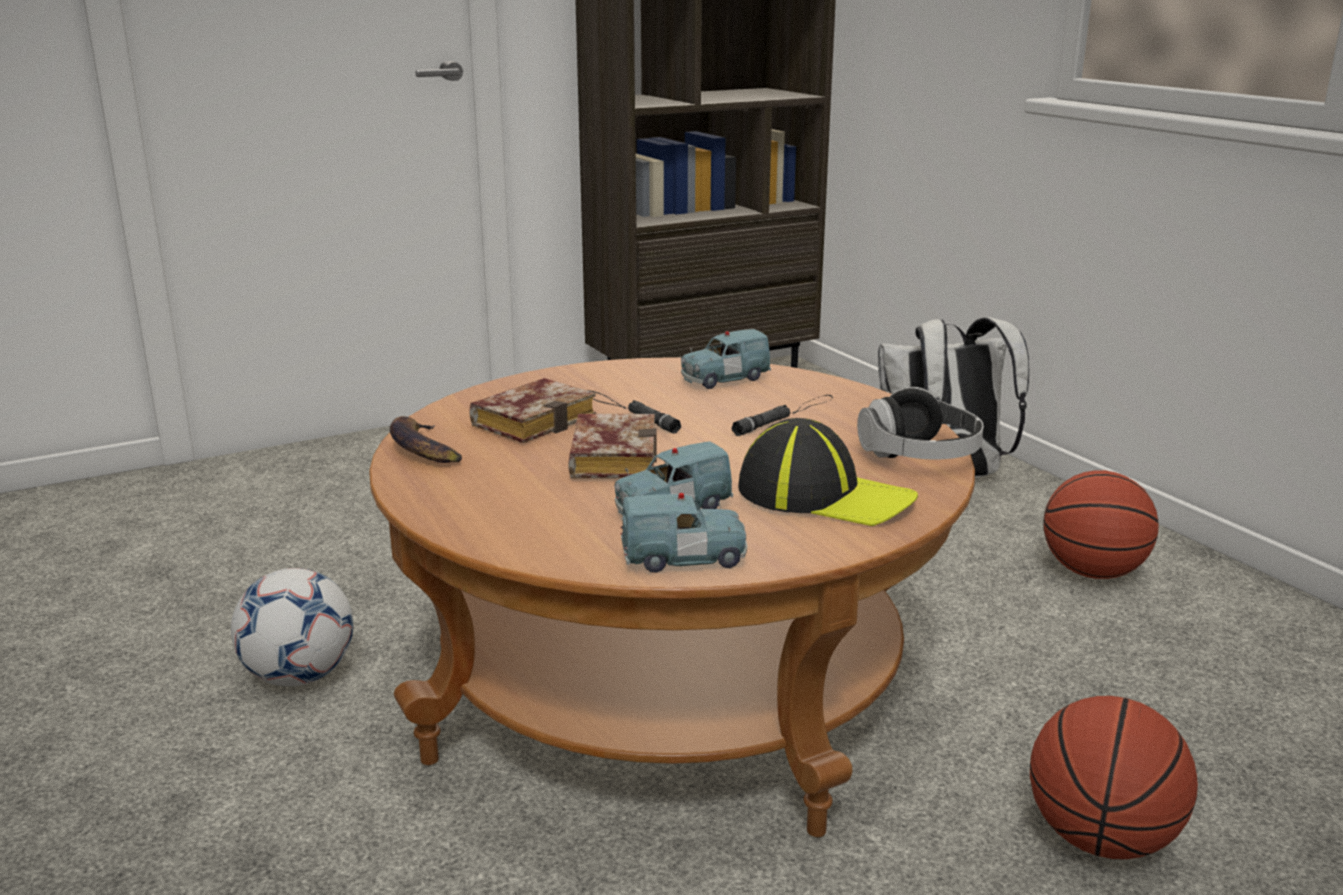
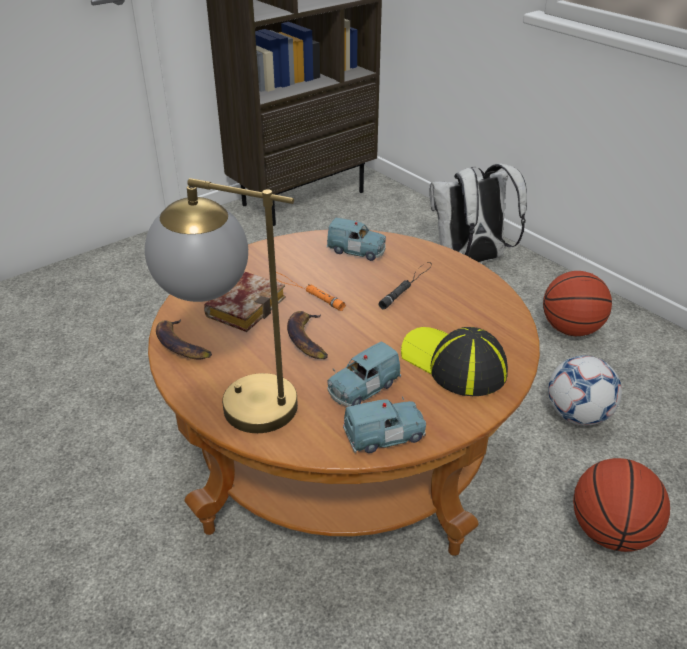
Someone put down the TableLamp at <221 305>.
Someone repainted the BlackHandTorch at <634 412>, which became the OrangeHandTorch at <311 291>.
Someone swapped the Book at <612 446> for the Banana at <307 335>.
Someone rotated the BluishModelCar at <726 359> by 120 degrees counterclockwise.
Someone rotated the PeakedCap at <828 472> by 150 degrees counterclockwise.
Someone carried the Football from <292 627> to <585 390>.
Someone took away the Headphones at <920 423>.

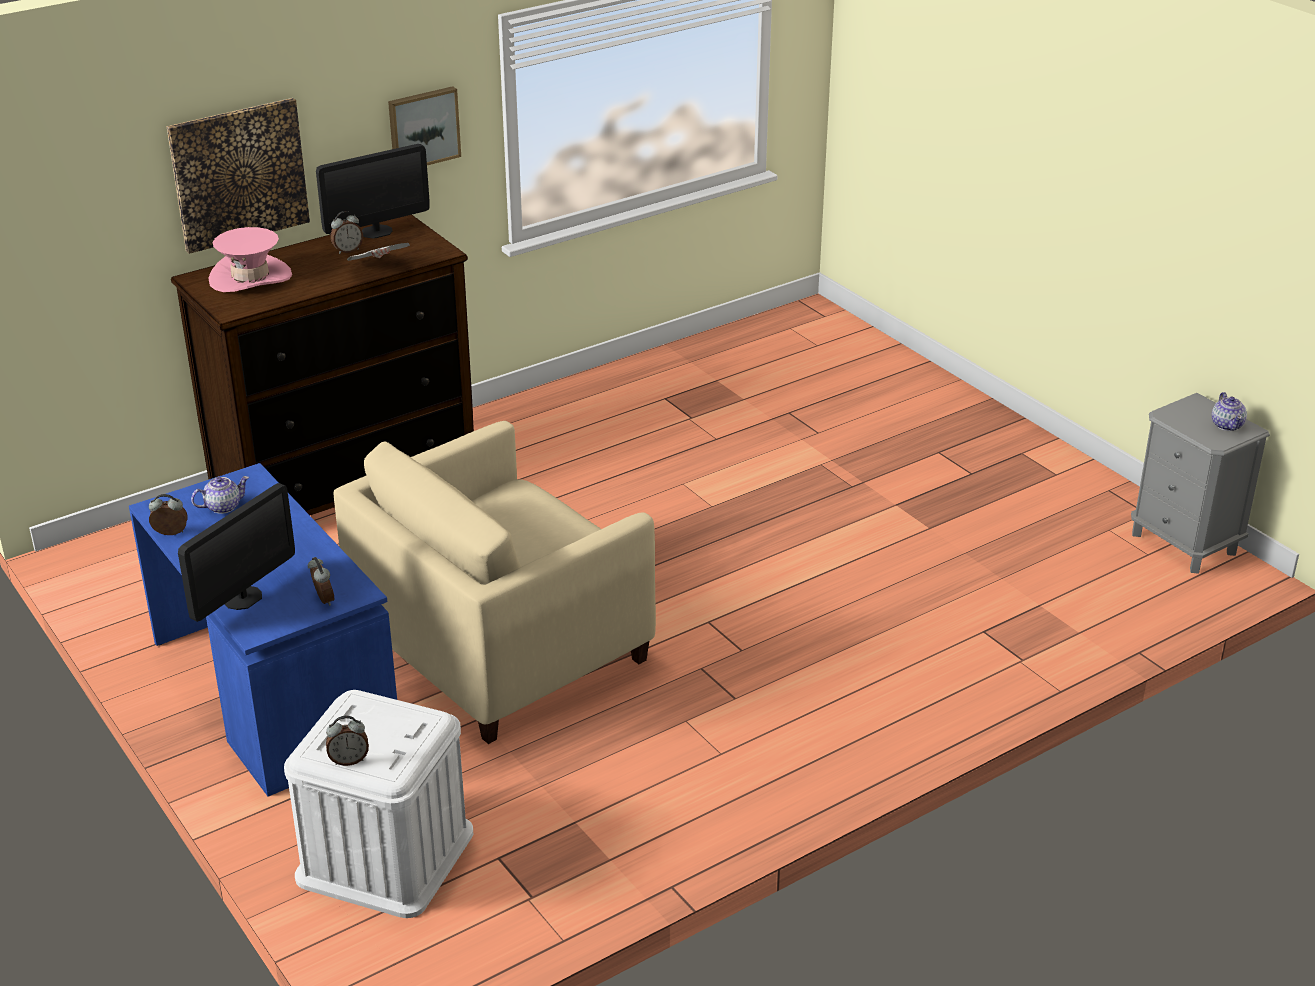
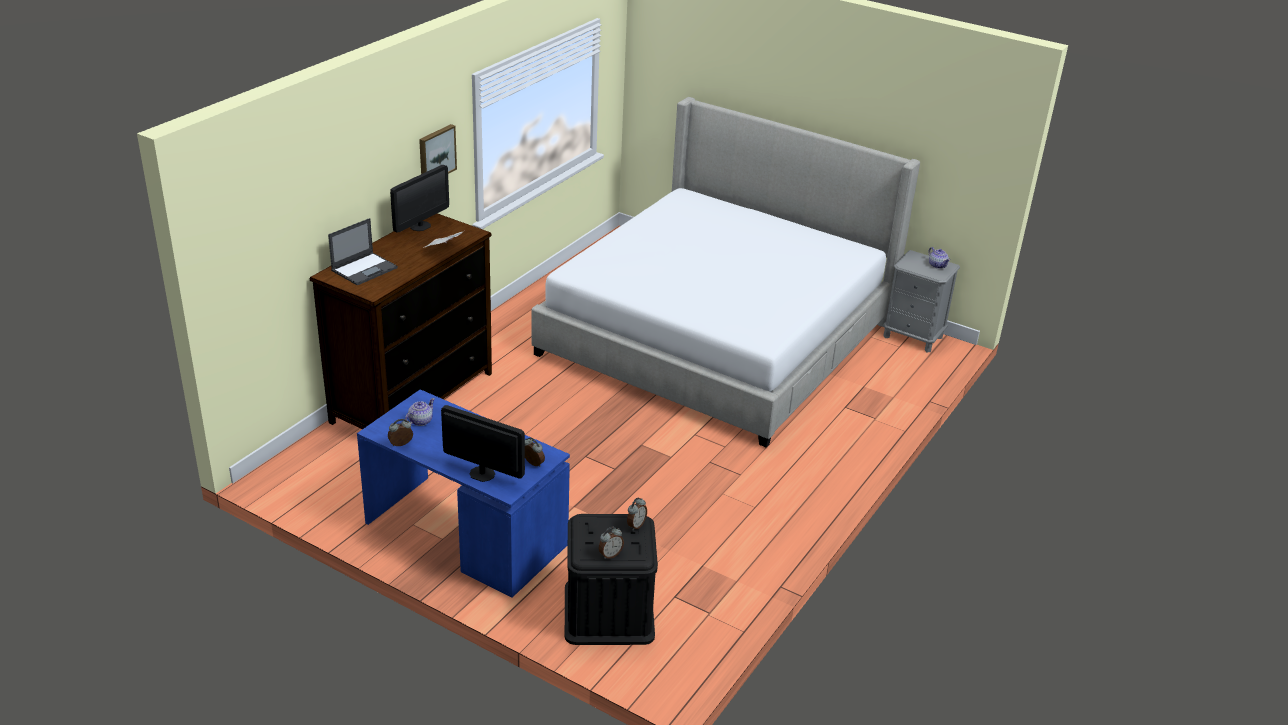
Someone swapped the PinkishHat at <250 259> for the Laptop at <363 251>.
Someone rotated the ComputerScreen at <236 552> by 75 degrees counterclockwise.
Someone put down the Bed at <725 272>.
Someone repainted the WhiteStorageBin at <378 804>, which became the BlackStorageBin at <611 579>.
Someone carried the AlarmClock from <346 232> to <637 514>.
Someone took away the WallArt at <238 176>.
Someone took away the BeigeColouredArmchair at <494 582>.

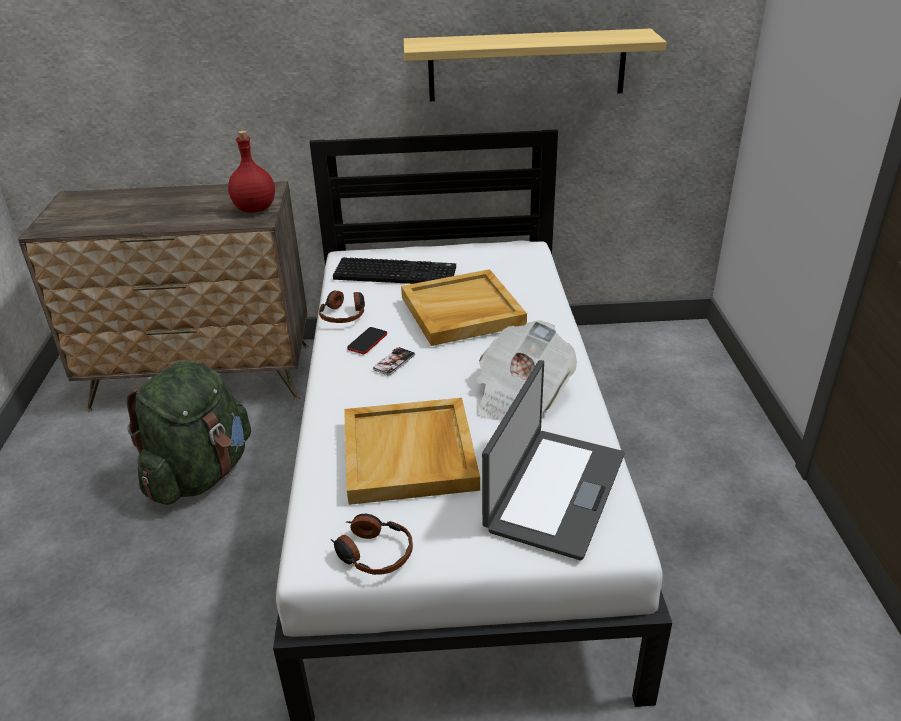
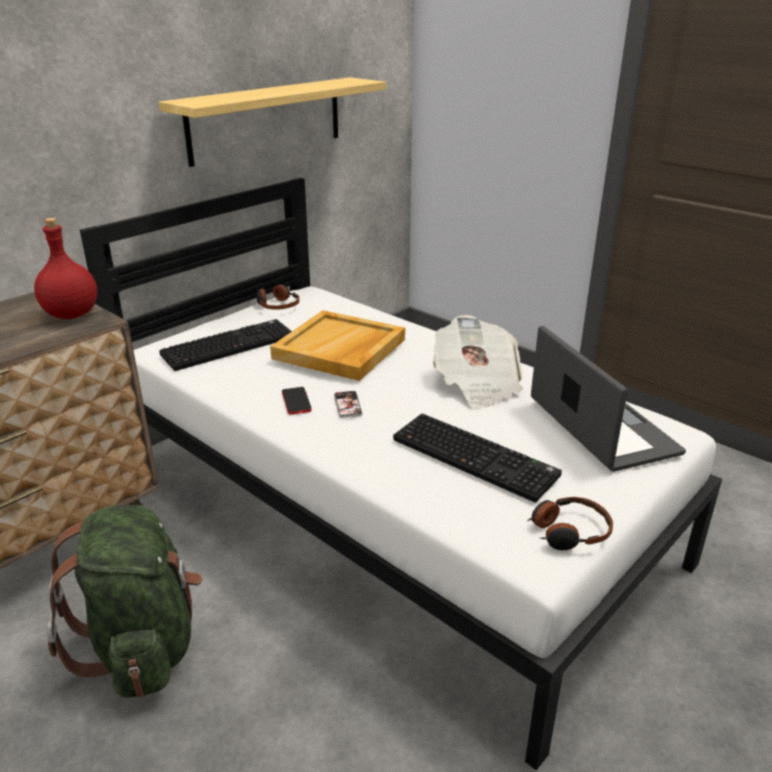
Someone carried the Headphones from <342 307> to <277 297>.
Someone swapped the BeigeColouredCarryingTray at <412 451> for the ComputerKeyboard at <477 458>.

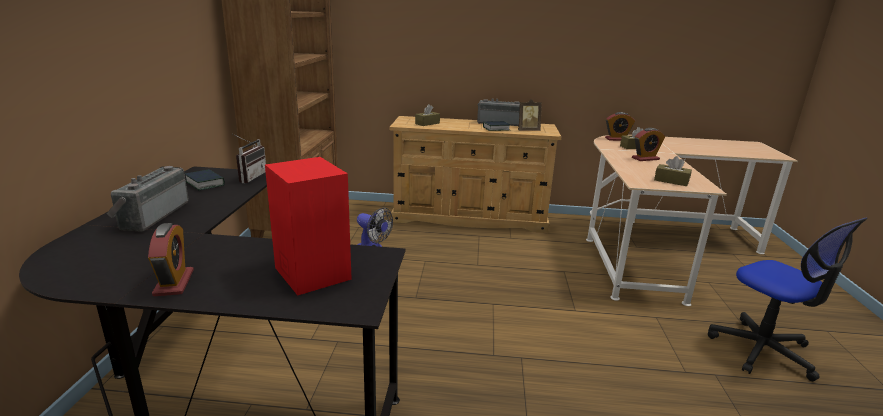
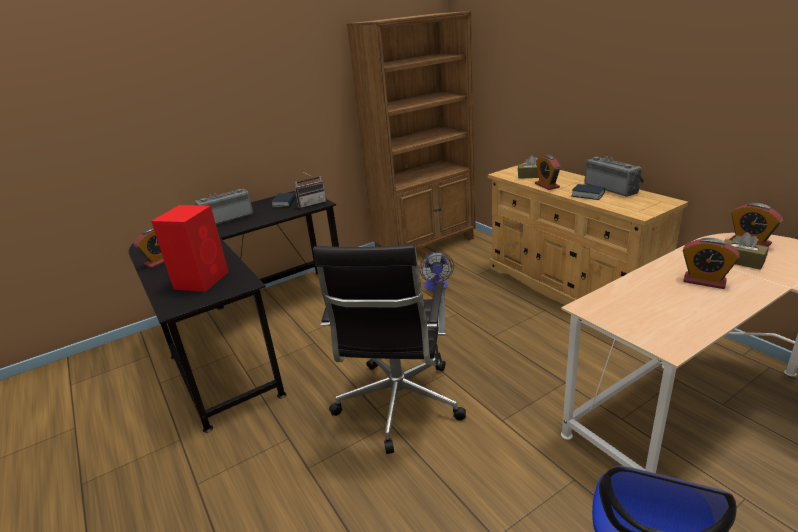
Someone put down the BlackComputerChair at <389 349>.
Someone put down the AlarmClock at <548 172>.
Someone took away the PictureFrame at <530 115>.
Someone took away the BrownColouredTissueHolder at <673 171>.

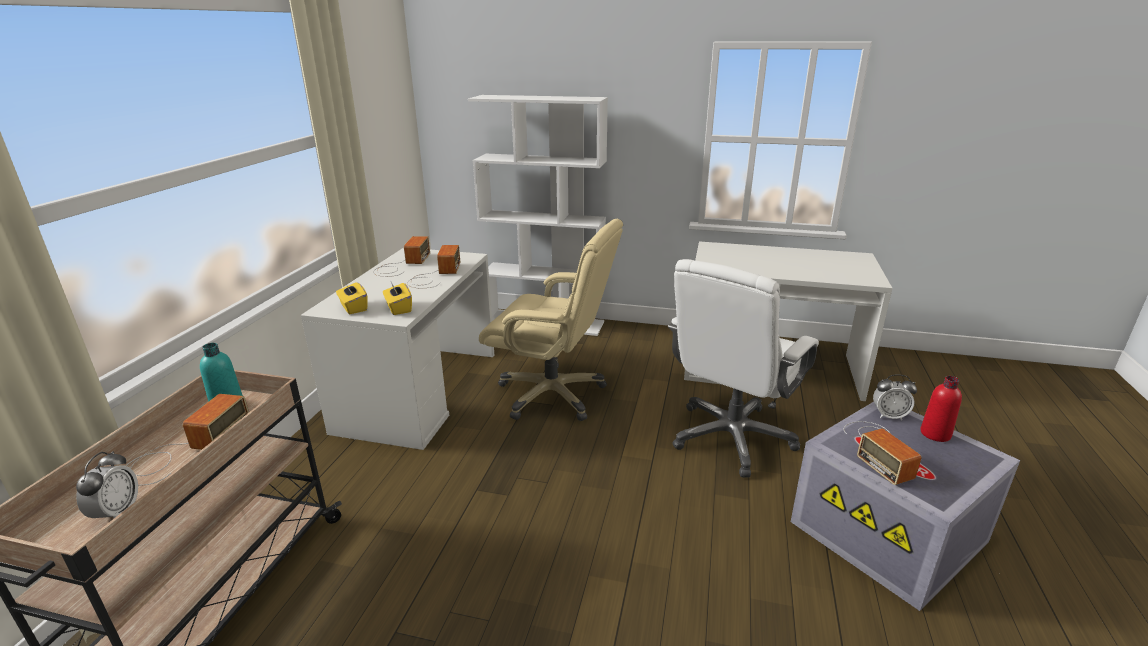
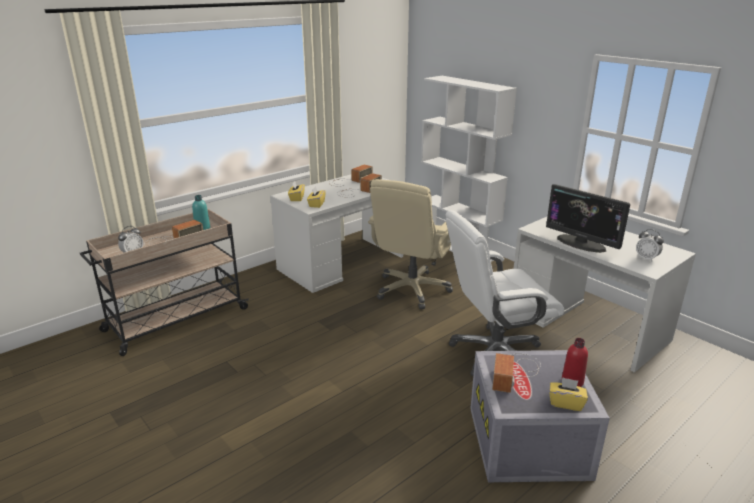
Someone rotated the BeigeColouredComputerChair at <551 320> by 60 degrees clockwise.
Someone put down the ComputerScreen at <588 218>.
Someone put down the YellowishTissueHolder at <568 394>.
Someone carried the AlarmClock from <895 397> to <650 245>.

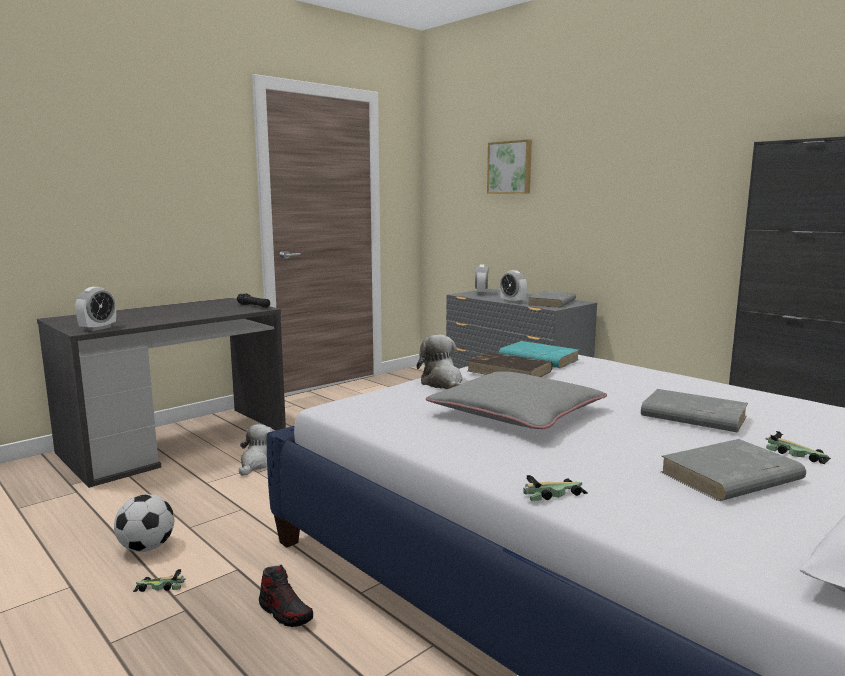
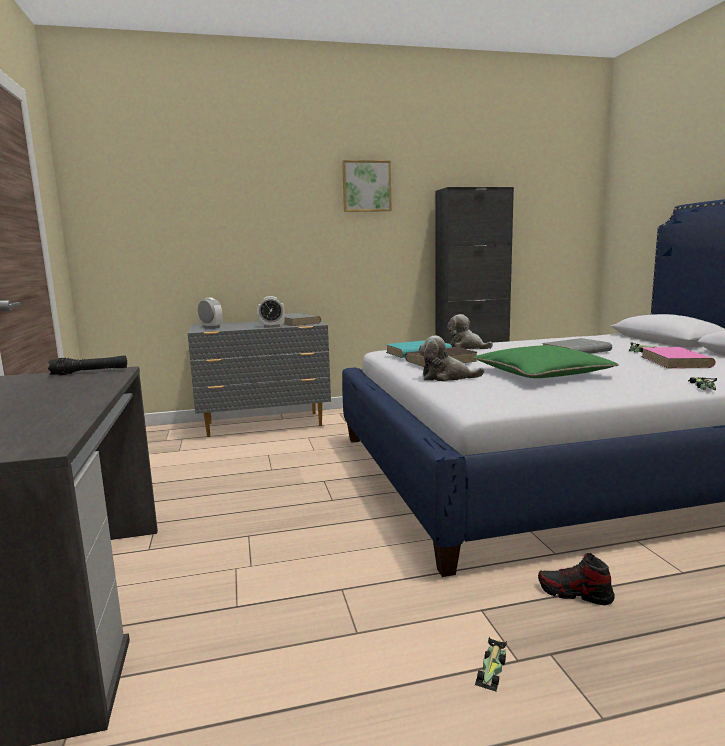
Someone carried the WallArt from <509 166> to <367 186>.
Someone carried the PlushToy from <256 450> to <470 331>.
Someone repainted the GreyishThrowPillow at <516 400>, which became the GreenColouredThrowPillow at <546 361>.
Someone rotated the ItemOfFootwear at <286 596> by 135 degrees counterclockwise.
Someone repainted the GreyishBook at <733 470>, which became the PinkishBook at <678 358>.
Someone took away the AlarmClock at <95 309>.
Someone took away the Football at <144 523>.

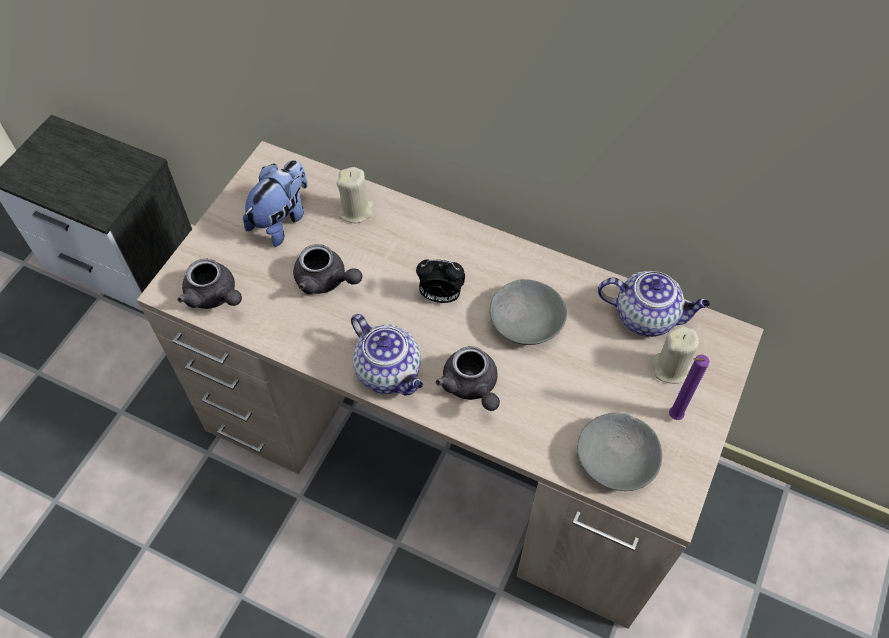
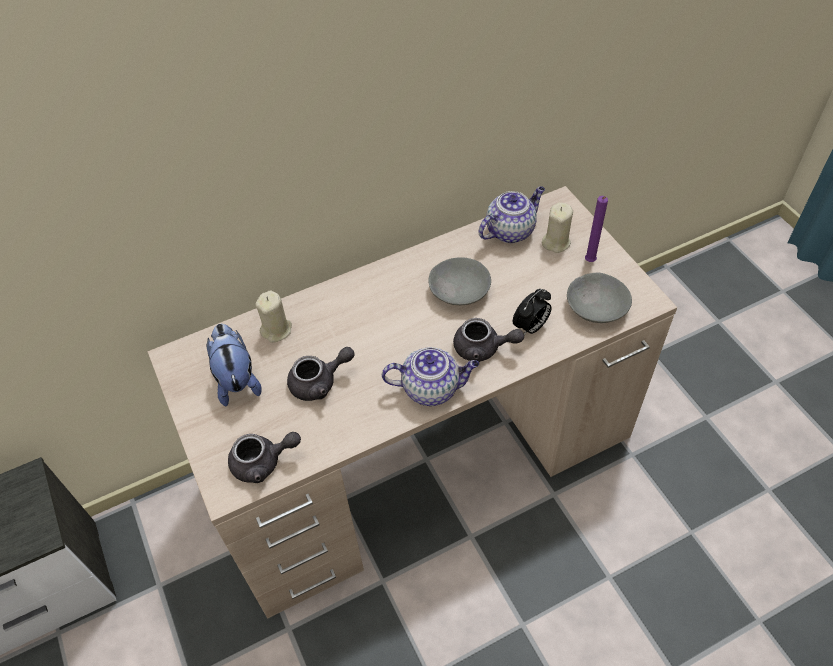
Someone carried the AlarmClock from <440 281> to <532 312>.

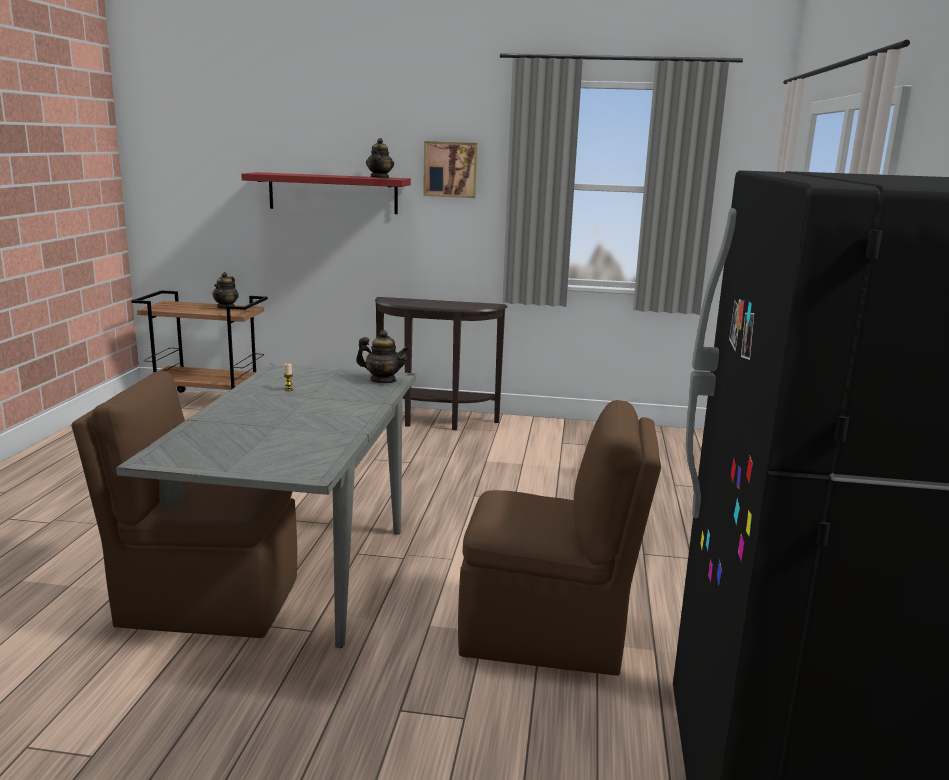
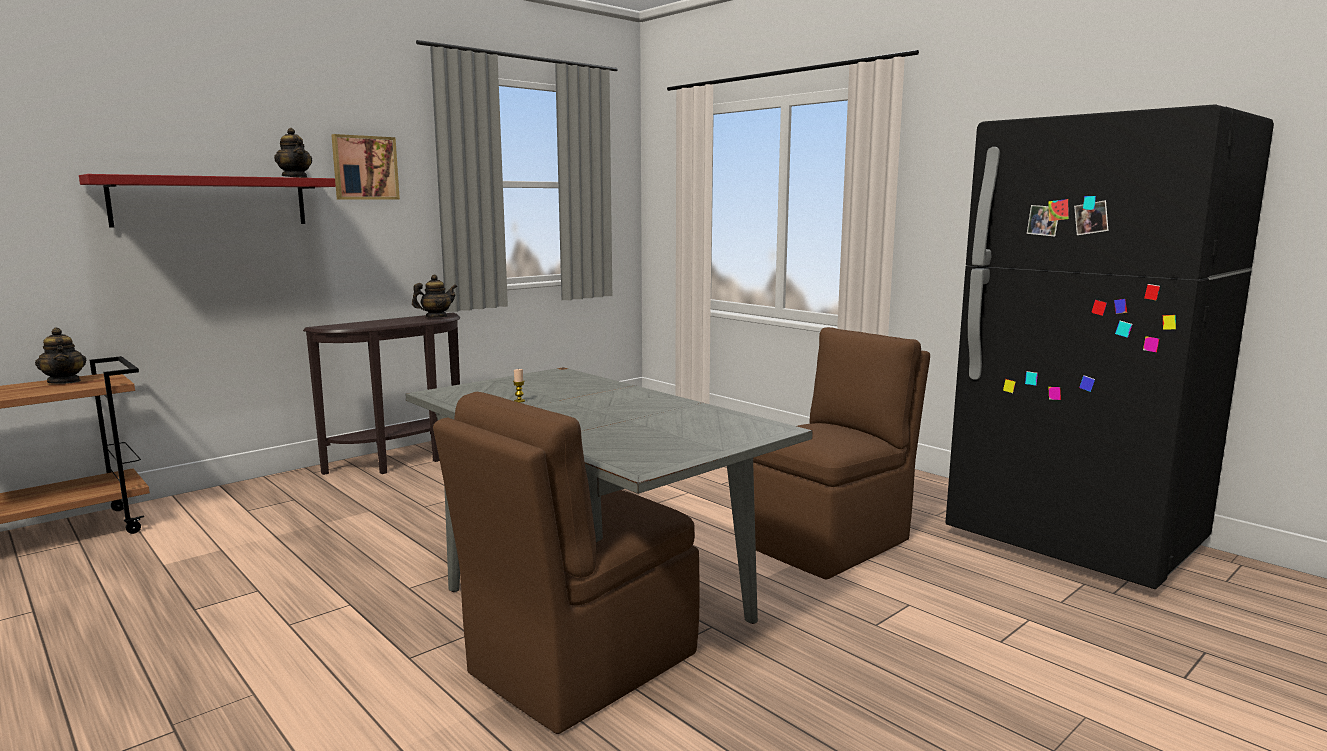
Someone carried the PotForTea from <383 356> to <434 296>.

